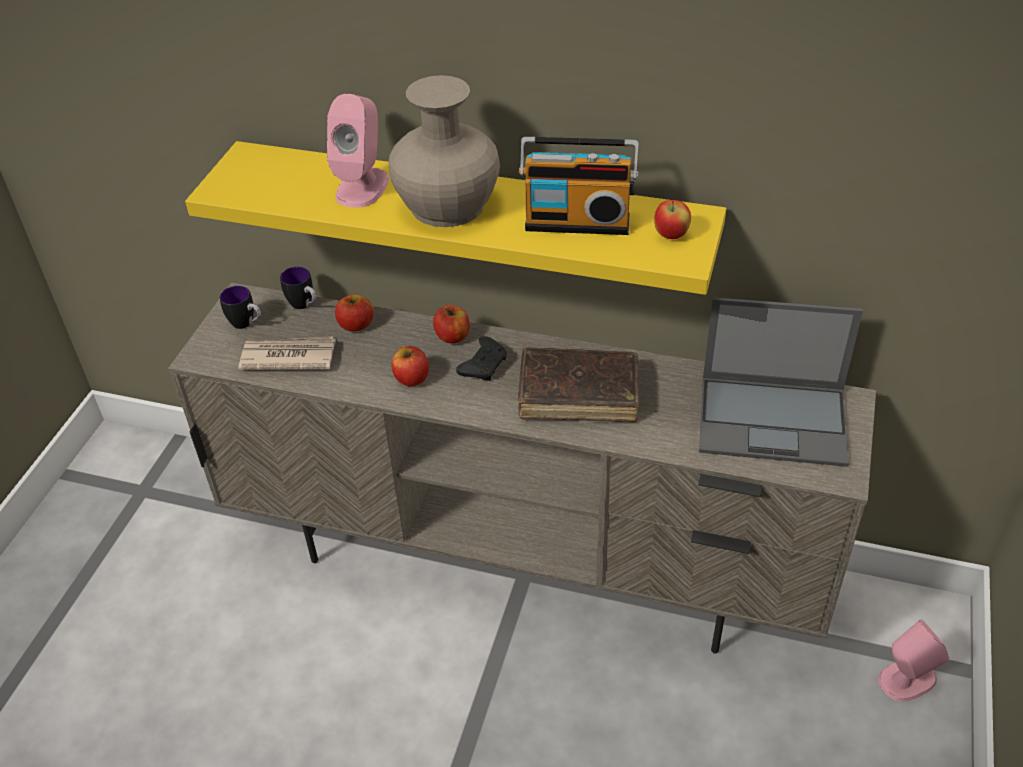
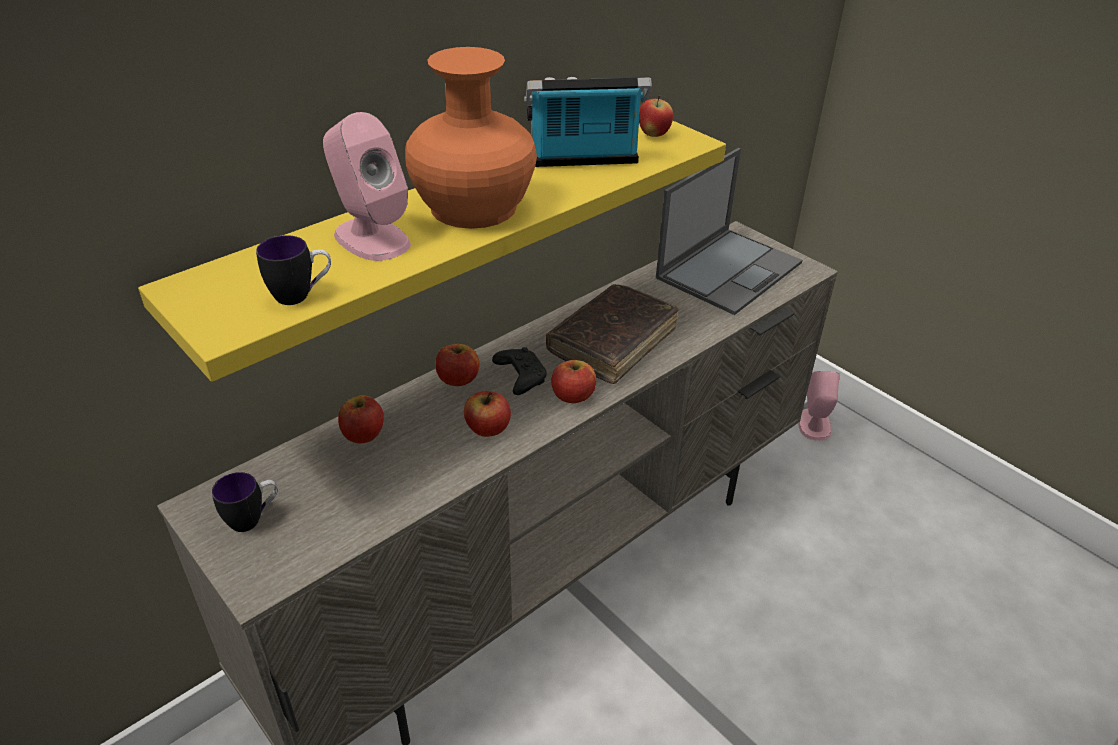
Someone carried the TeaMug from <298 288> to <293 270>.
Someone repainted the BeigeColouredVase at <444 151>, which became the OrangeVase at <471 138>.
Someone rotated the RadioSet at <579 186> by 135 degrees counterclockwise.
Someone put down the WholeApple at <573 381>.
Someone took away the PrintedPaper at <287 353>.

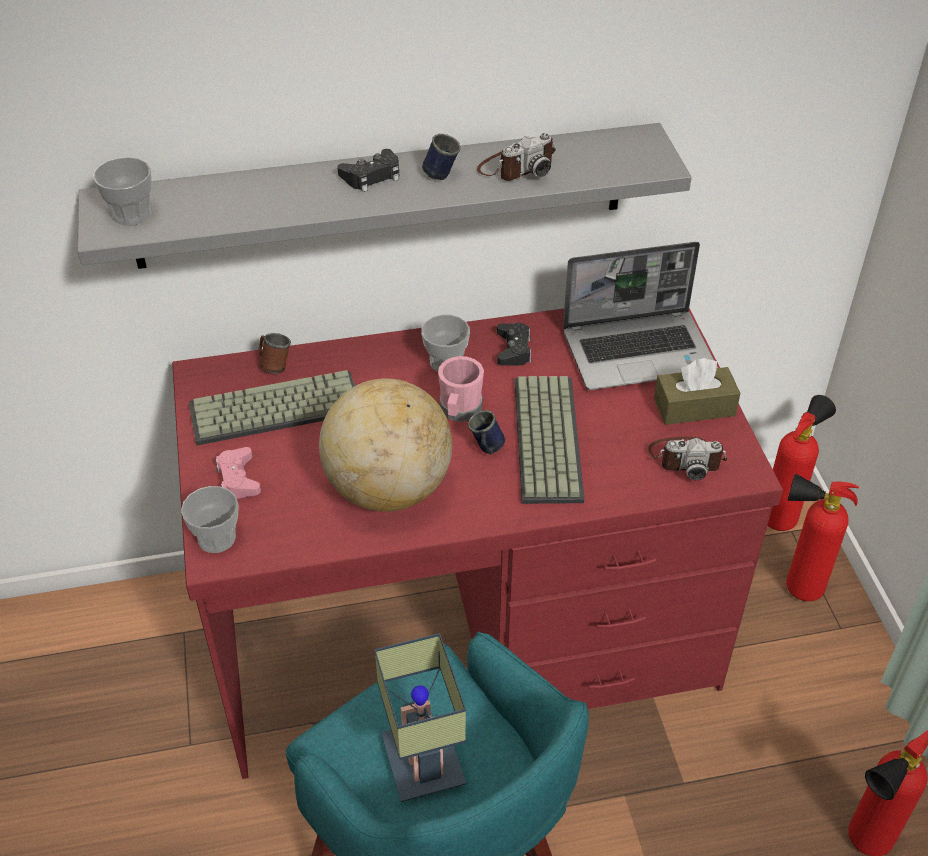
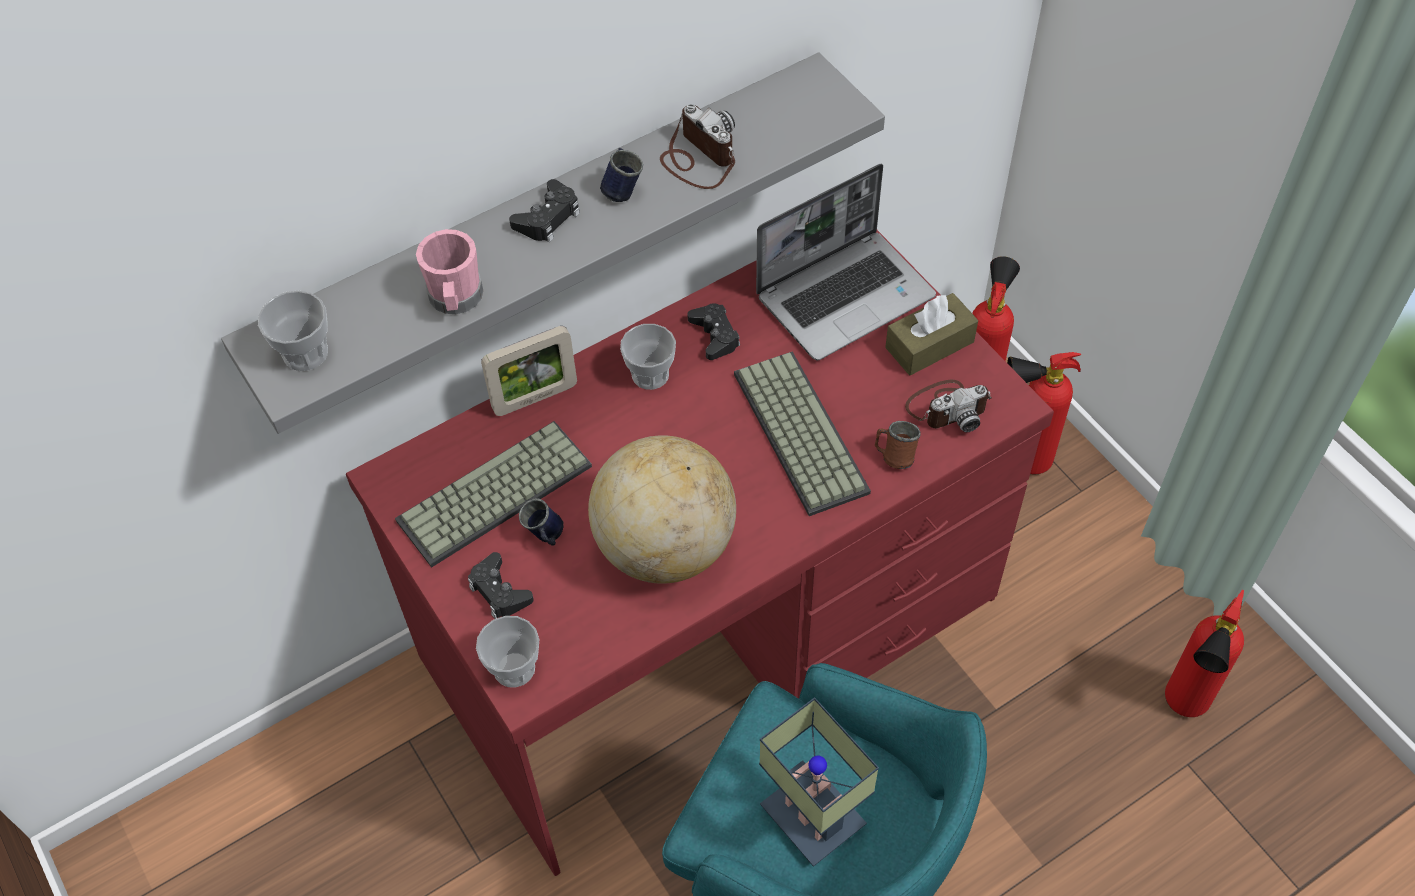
Someone carried the PinkishTeaMug from <461 389> to <449 271>.
Someone repainted the PinkishJoypad at <238 473>, which became the BlackJoypad at <501 585>.
Someone put down the PictureFrame at <529 371>.
Someone carried the BluishTeaMug from <486 432> to <541 522>.
Someone rotated the PhotoCamera at <516 157> by 75 degrees counterclockwise.
Someone carried the BrownColouredTeaMug from <274 353> to <897 445>.

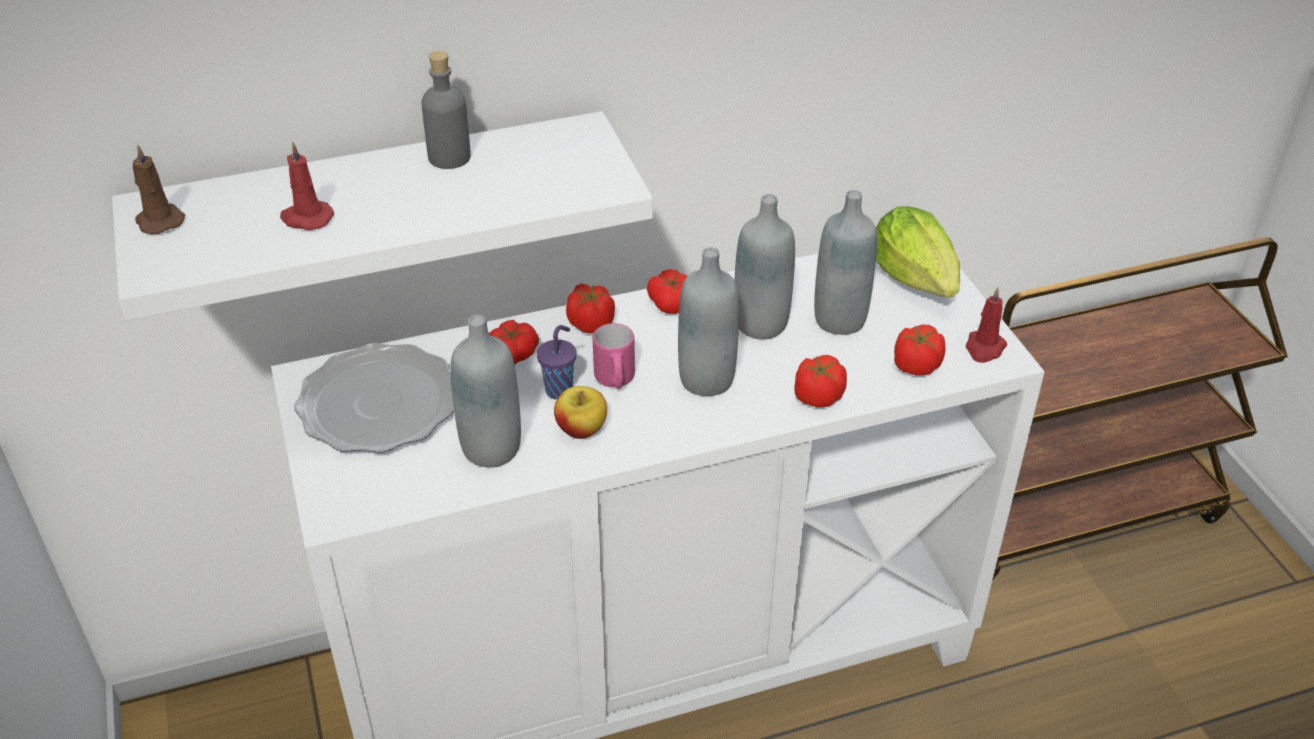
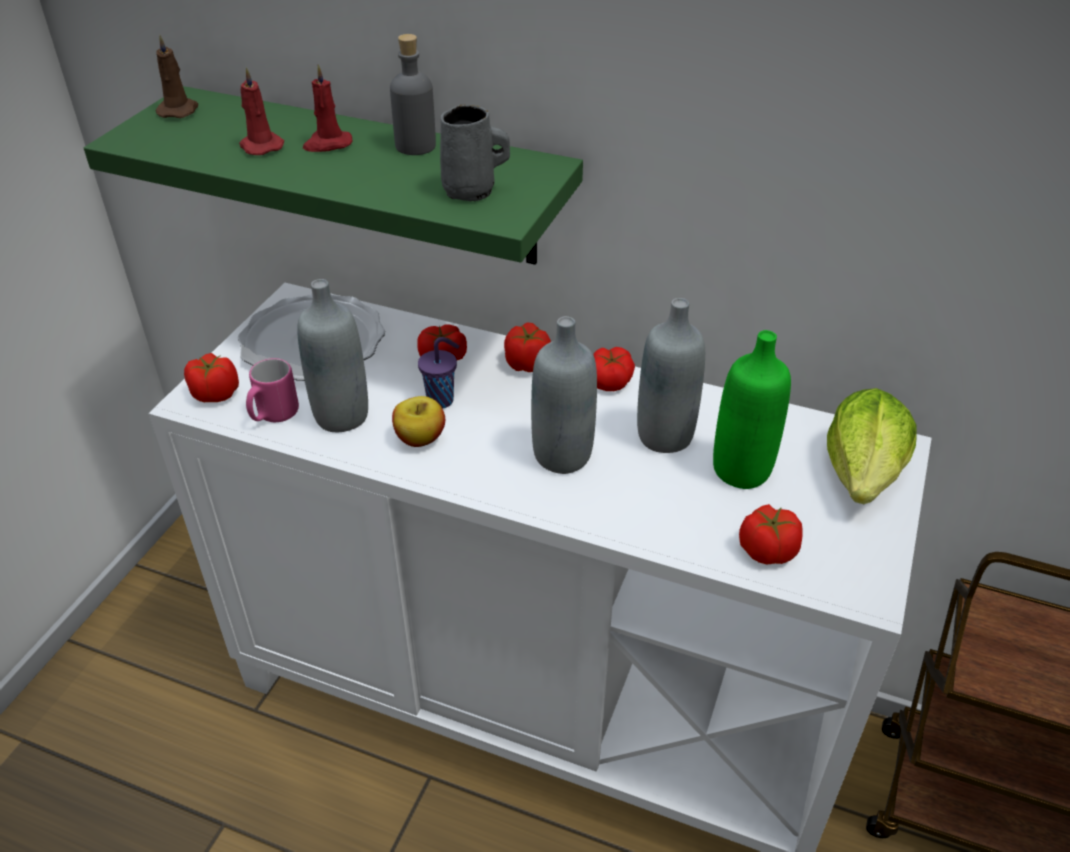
Someone repainted the WhiteShelf at <382 215>, which became the GreenColouredShelf at <333 175>.
Someone carried the FreshTomato from <820 381> to <211 377>.
Someone carried the PinkishTeaMug from <614 356> to <272 390>.
Someone carried the RedWaxLight from <986 325> to <328 108>.
Someone put down the GreyishTeaMug at <475 153>.
Someone repainted the GreyishBottle at <845 262>, which became the GreenColouredBottle at <752 409>.

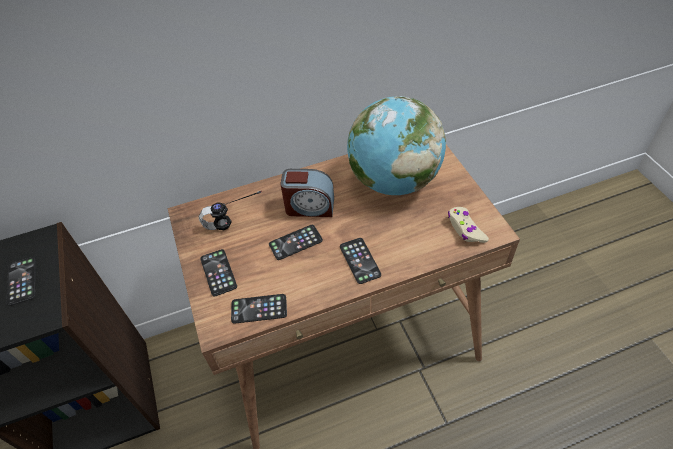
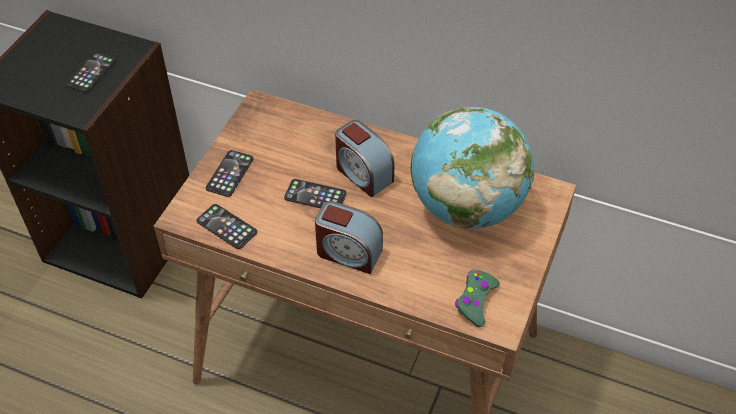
Someone swapped the Telephone at <360 261> for the AlarmClock at <349 237>.
Someone repainted the BeigeColouredJoypad at <468 225>, which became the GreenColouredJoypad at <477 298>.
Someone took away the Headphones at <230 210>.

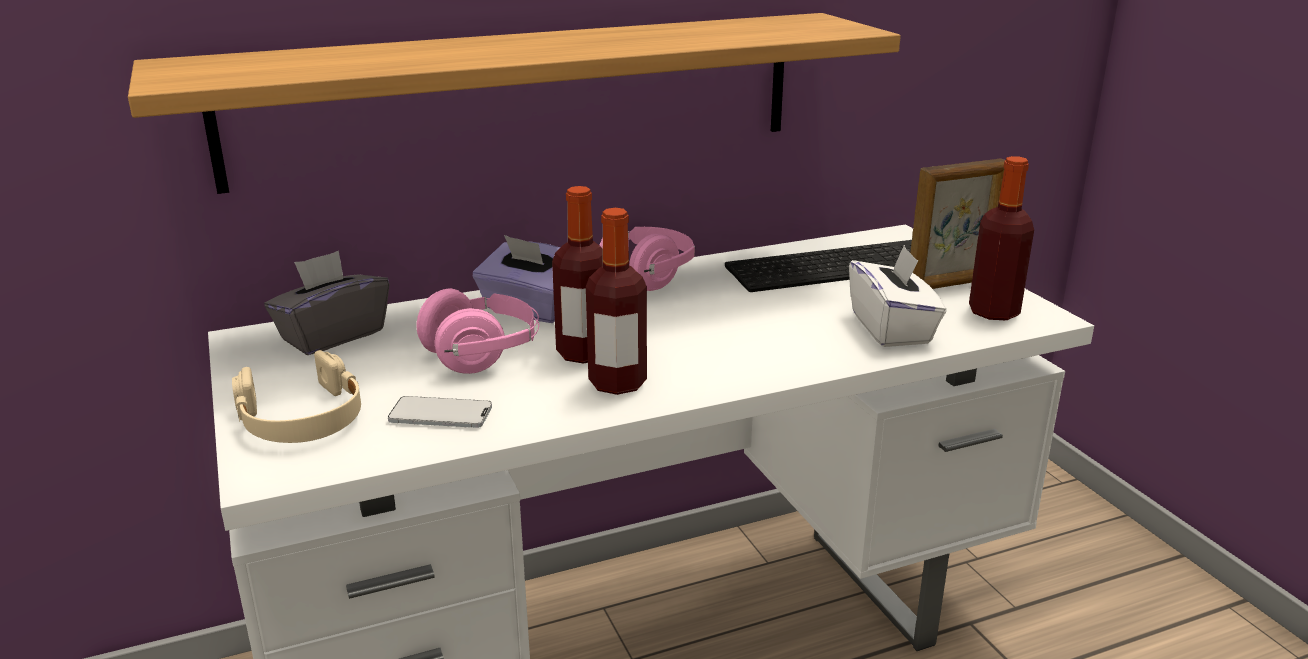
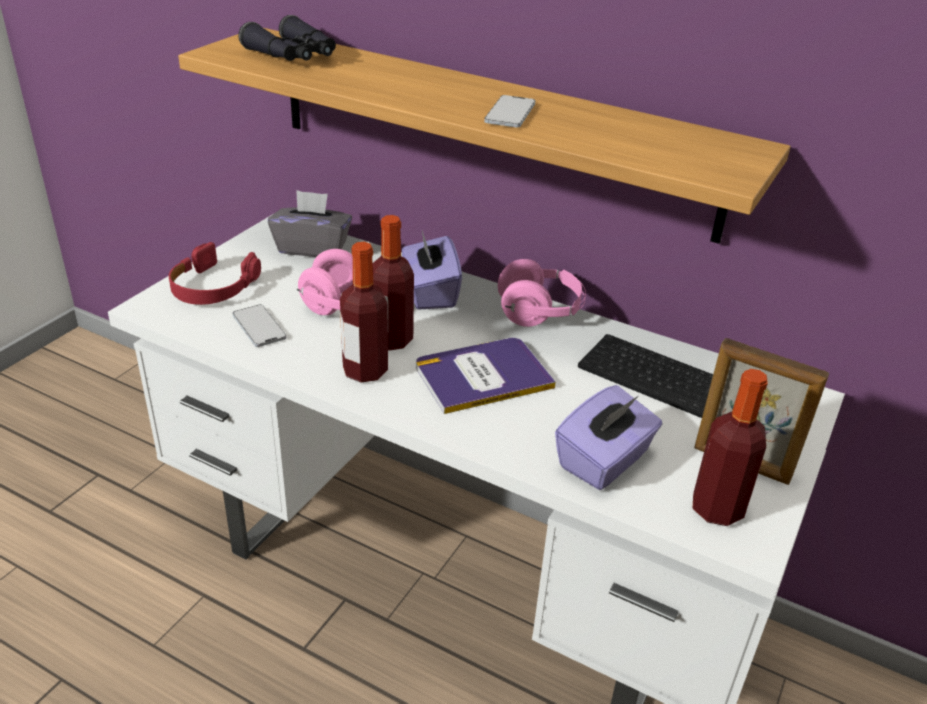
Someone repainted the BeigeColouredHeadphones at <296 396>, which became the RedHeadphones at <215 273>.
Someone put down the BlackFieldGlasses at <287 38>.
Someone put down the Book at <486 376>.
Someone put down the Telephone at <510 111>.
Someone repainted the WhiteTissueHolder at <898 296>, which became the PurpleColouredTissueHolder at <608 437>.

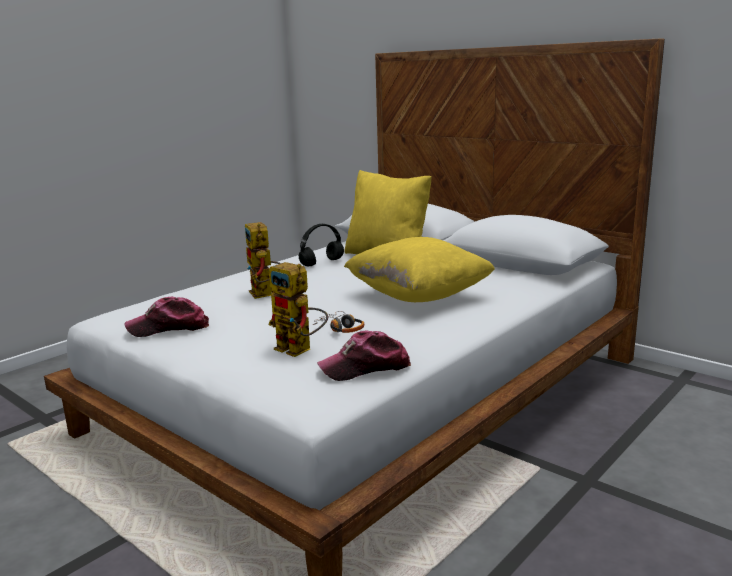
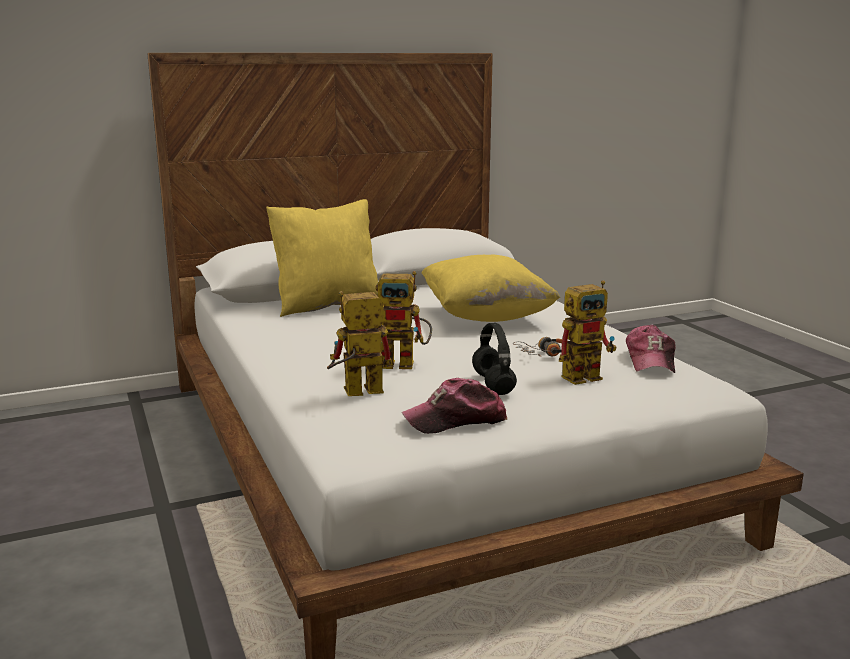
Someone put down the ModelRobot at <360 343>.
Someone rotated the PeakedCap at <167 317> by 60 degrees clockwise.
Someone carried the BlackHeadphones from <321 245> to <494 359>.

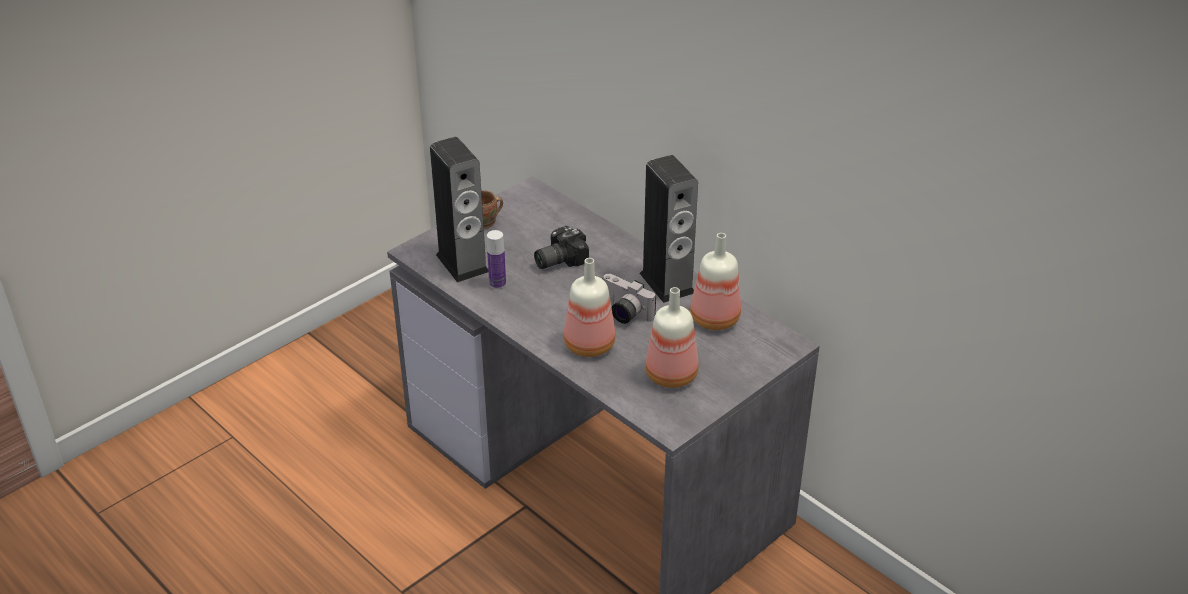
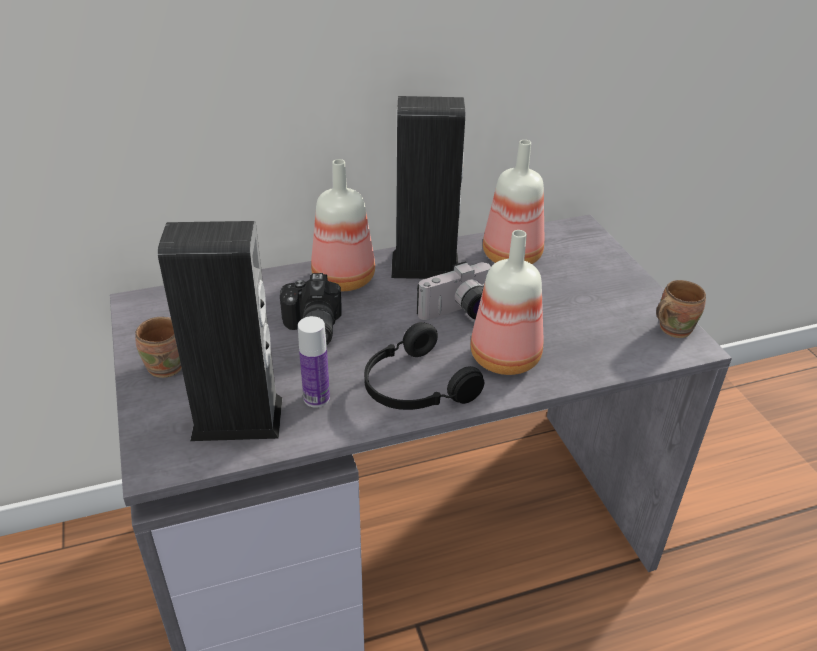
Someone carried the Bottle from <672 337> to <343 225>.
Someone put down the BlackHeadphones at <424 366>.
Someone put down the BrownColouredTeaMug at <681 309>.

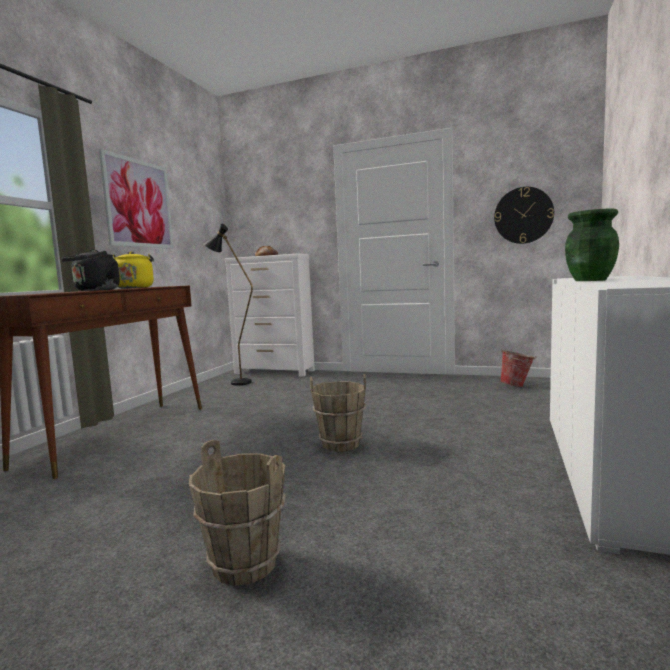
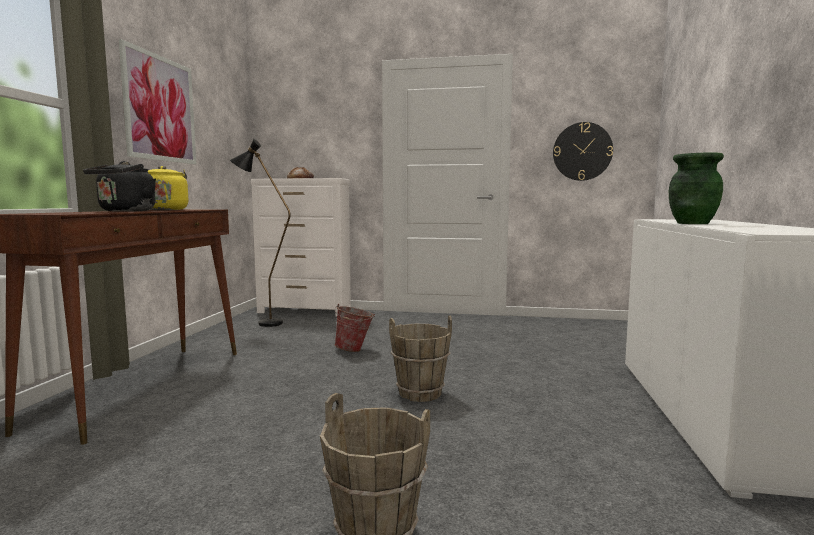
Someone carried the WaterBucket from <518 368> to <355 328>.

